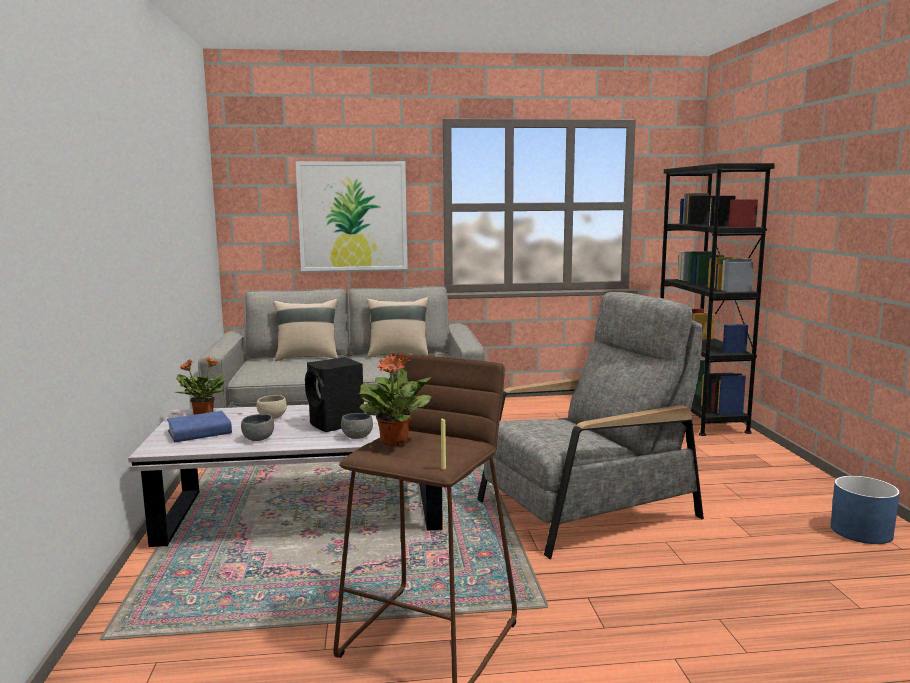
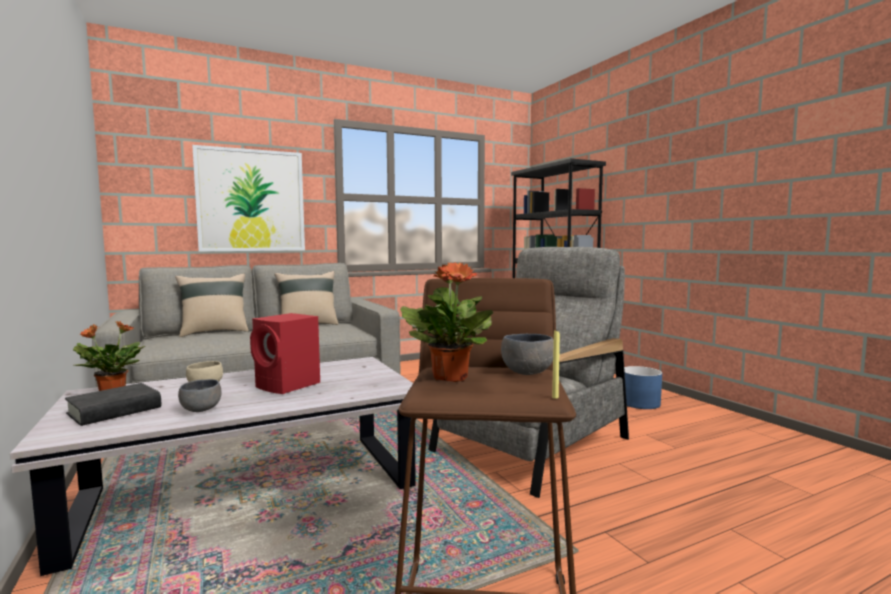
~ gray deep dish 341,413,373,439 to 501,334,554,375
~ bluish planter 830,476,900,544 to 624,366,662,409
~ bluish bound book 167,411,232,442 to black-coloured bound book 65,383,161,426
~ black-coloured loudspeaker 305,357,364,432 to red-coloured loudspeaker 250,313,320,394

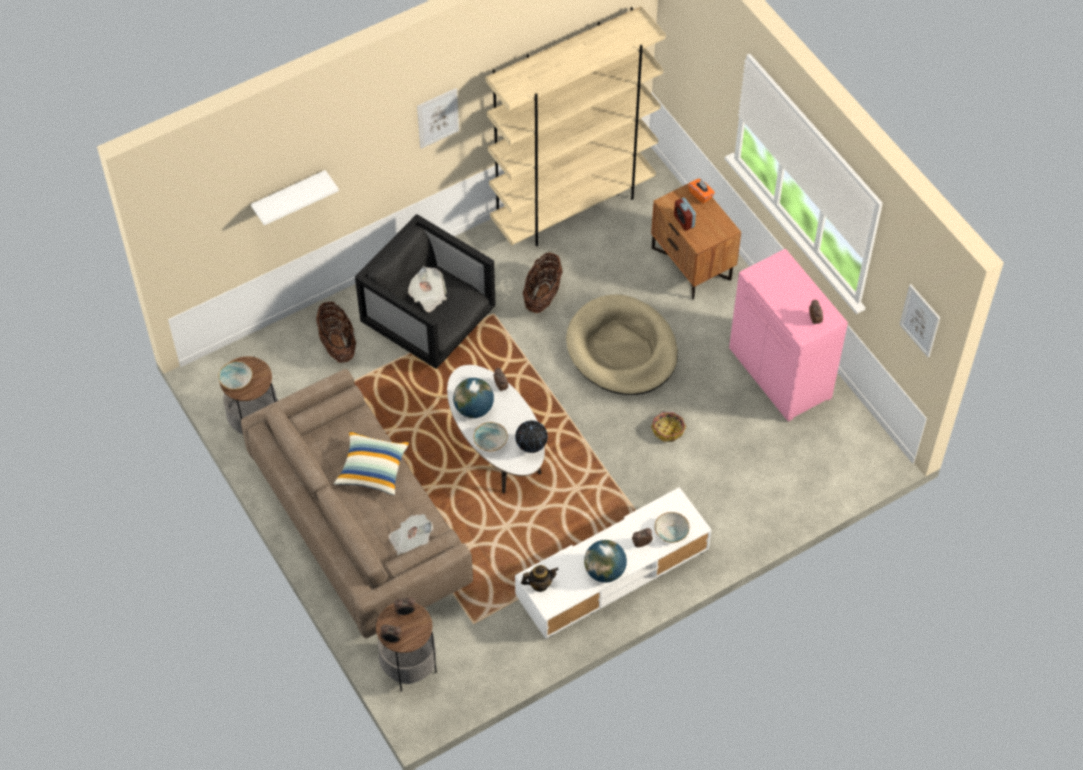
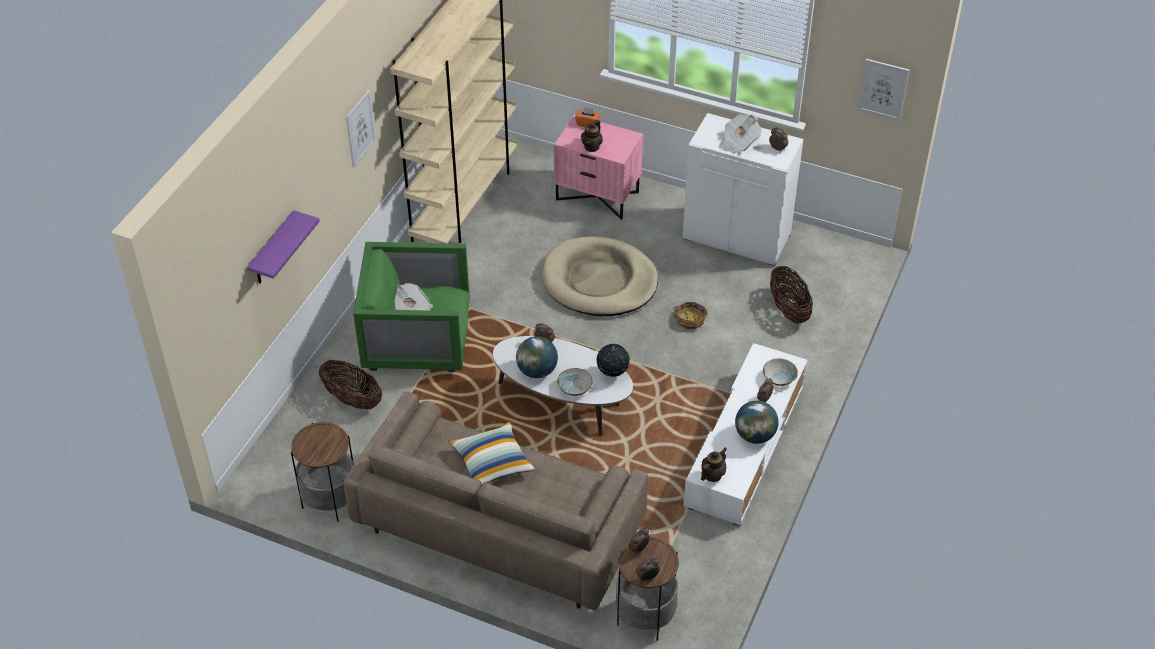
- deep dish 218,361,253,390
~ printed paper 388,514,433,555 to 719,114,762,155
~ storage basket 523,252,563,313 to 770,266,813,324
~ table clock 674,197,696,231 to pot for tea 581,120,603,152
~ whitish shelf 251,170,339,225 to purple shelf 247,210,320,284
~ black-coloured lounge chair 355,214,496,369 to greenish lounge chair 353,242,470,372
~ brown-coloured nightstand 651,183,741,300 to pink-coloured nightstand 554,115,643,220
~ pink-coloured storage cabinet 729,248,848,421 to whitish storage cabinet 683,113,803,266

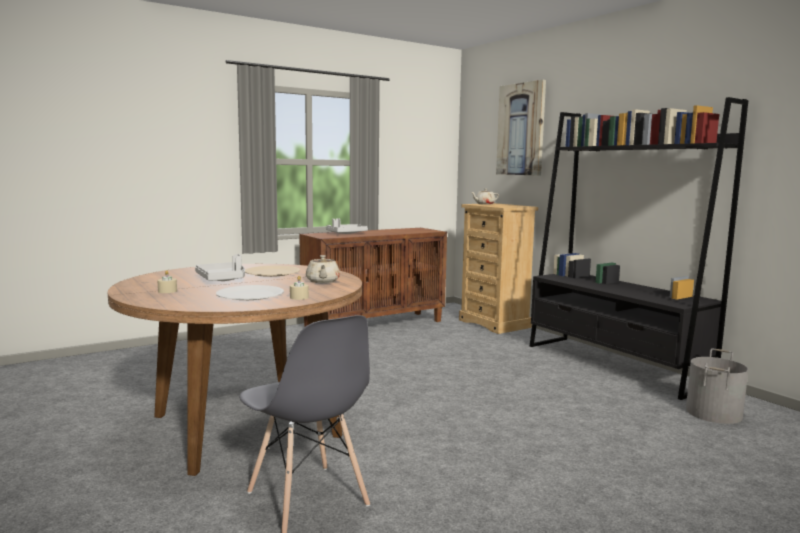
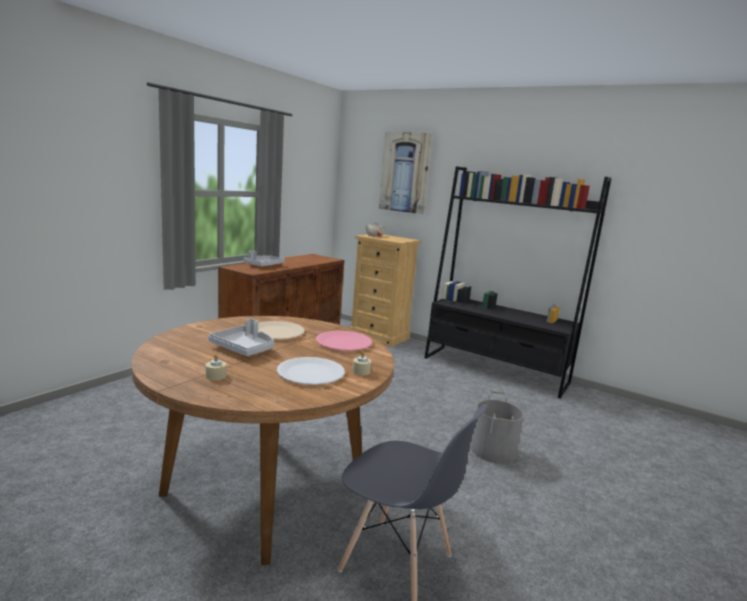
~ gray bucket 686,348,748,424 to 471,391,523,464
~ beige pot for tea 306,255,340,283 to pink-coloured dinner plate 316,331,372,351

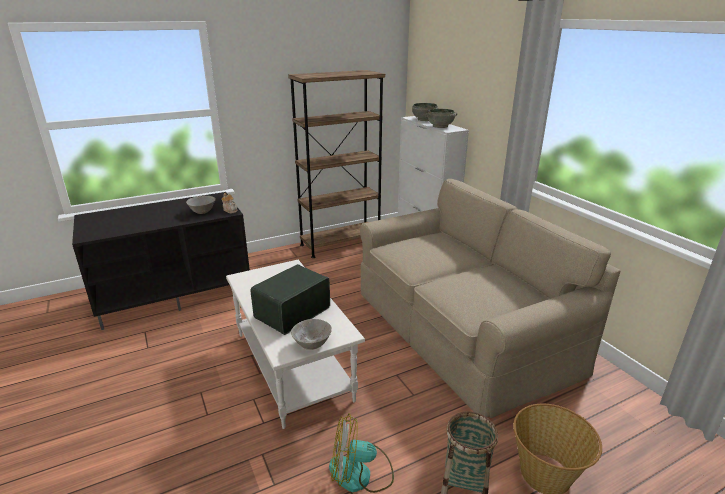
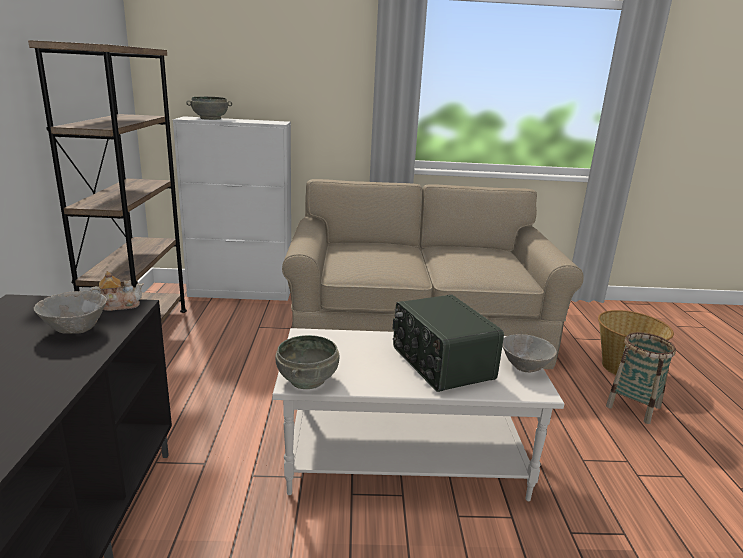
- electric fan 329,414,394,493
~ gray deep dish 425,109,457,128 to 276,335,339,389

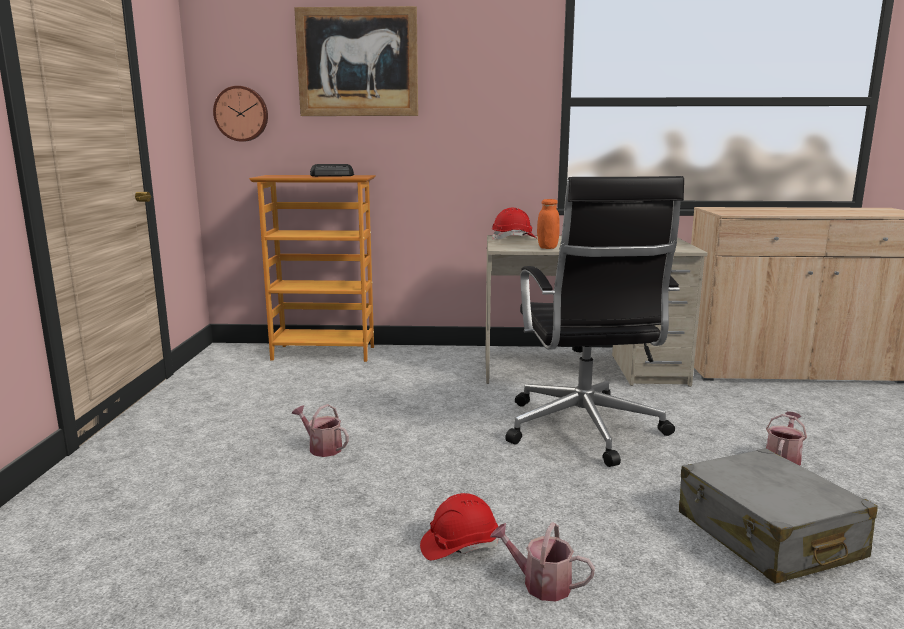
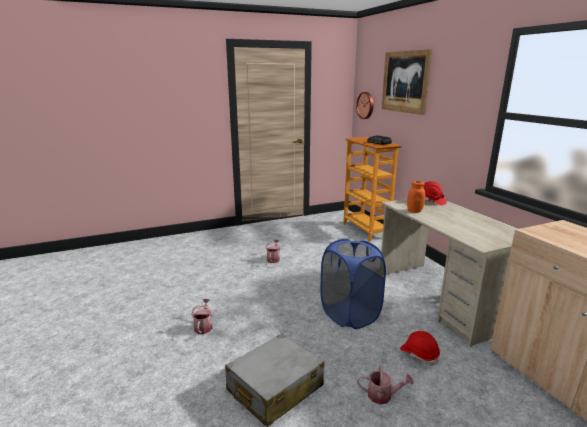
~ red-coloured work helmet 420,493,498,560 to 400,331,440,365
~ black-coloured desk chair 505,176,684,467 to bluish laundry basket 320,239,386,329

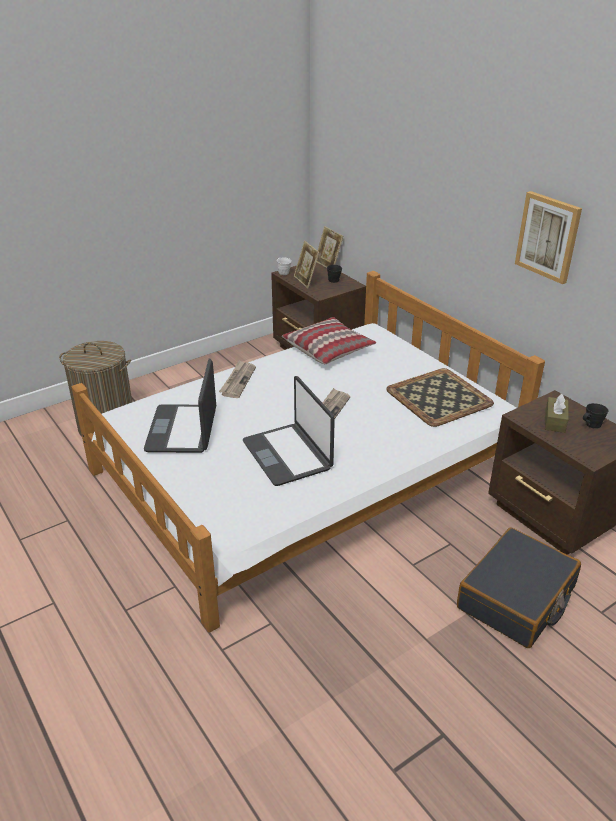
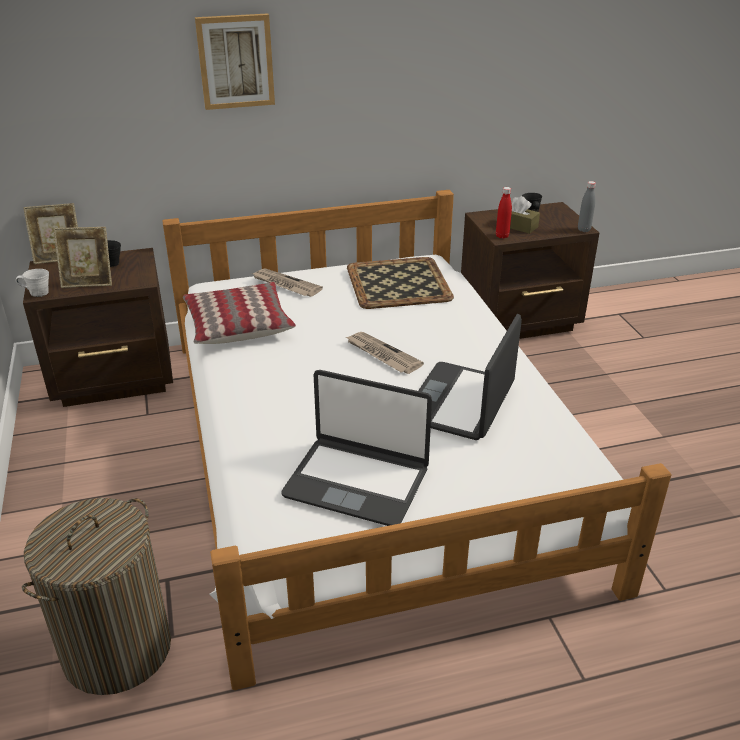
- black-coloured suitcase 457,527,581,648
+ red-coloured bottle 496,187,512,239
+ gray bottle 578,181,596,232
~ printed paper 219,360,256,398 to 252,268,323,297
~ wall art 515,191,582,284 to 195,13,275,110
~ notebook computer 243,376,335,486 = 418,314,522,440 120 degrees clockwise

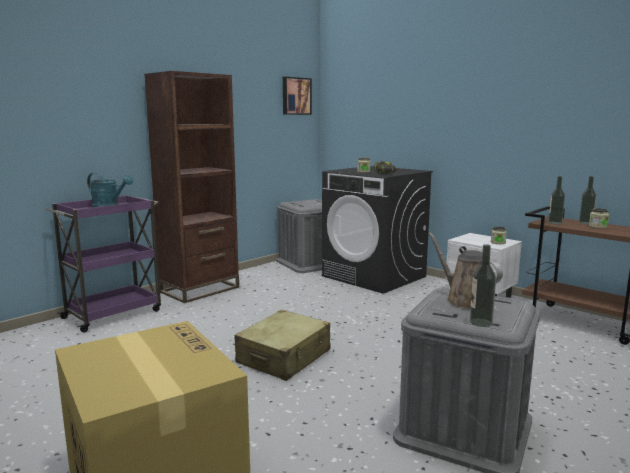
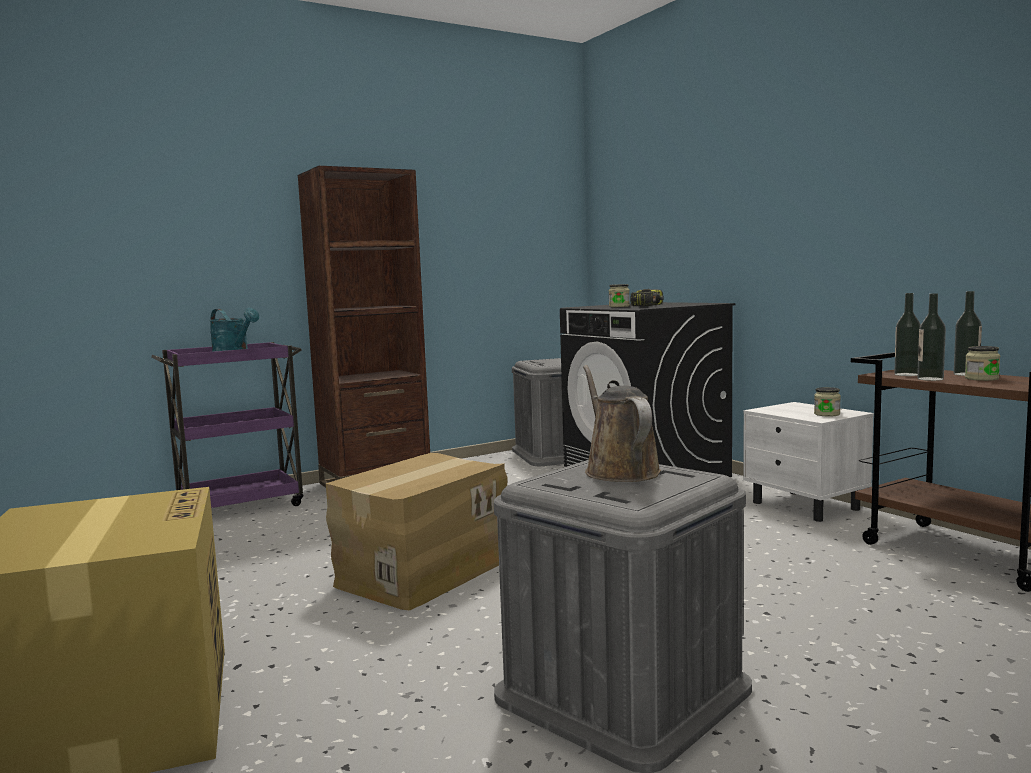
- wall art 283,77,312,115
~ bottle 470,244,496,327 to 918,293,946,381
~ beige suitcase 235,310,330,381 to packing box 326,453,507,611

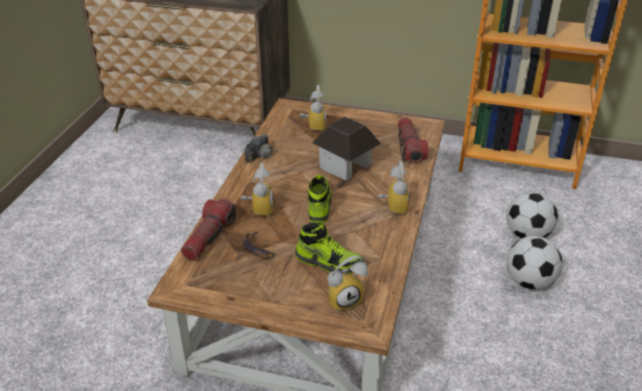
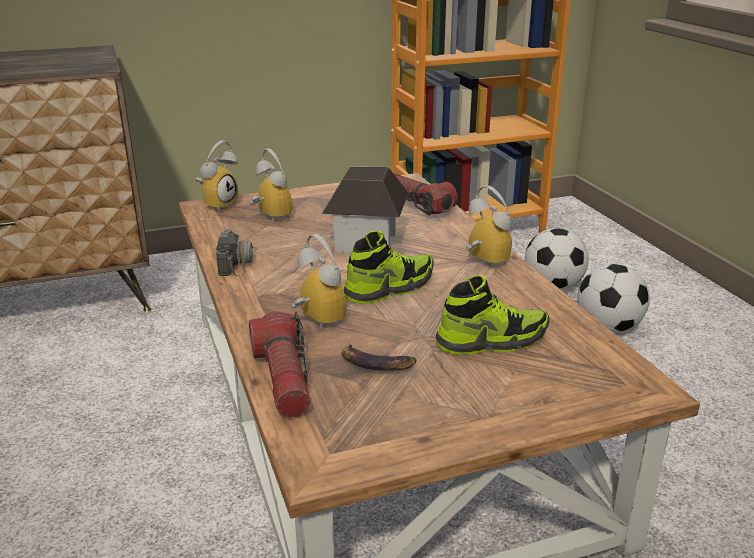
~ table clock 327,256,368,311 to 195,141,238,212
~ item of footwear 307,175,332,223 = 344,231,434,304 90 degrees clockwise

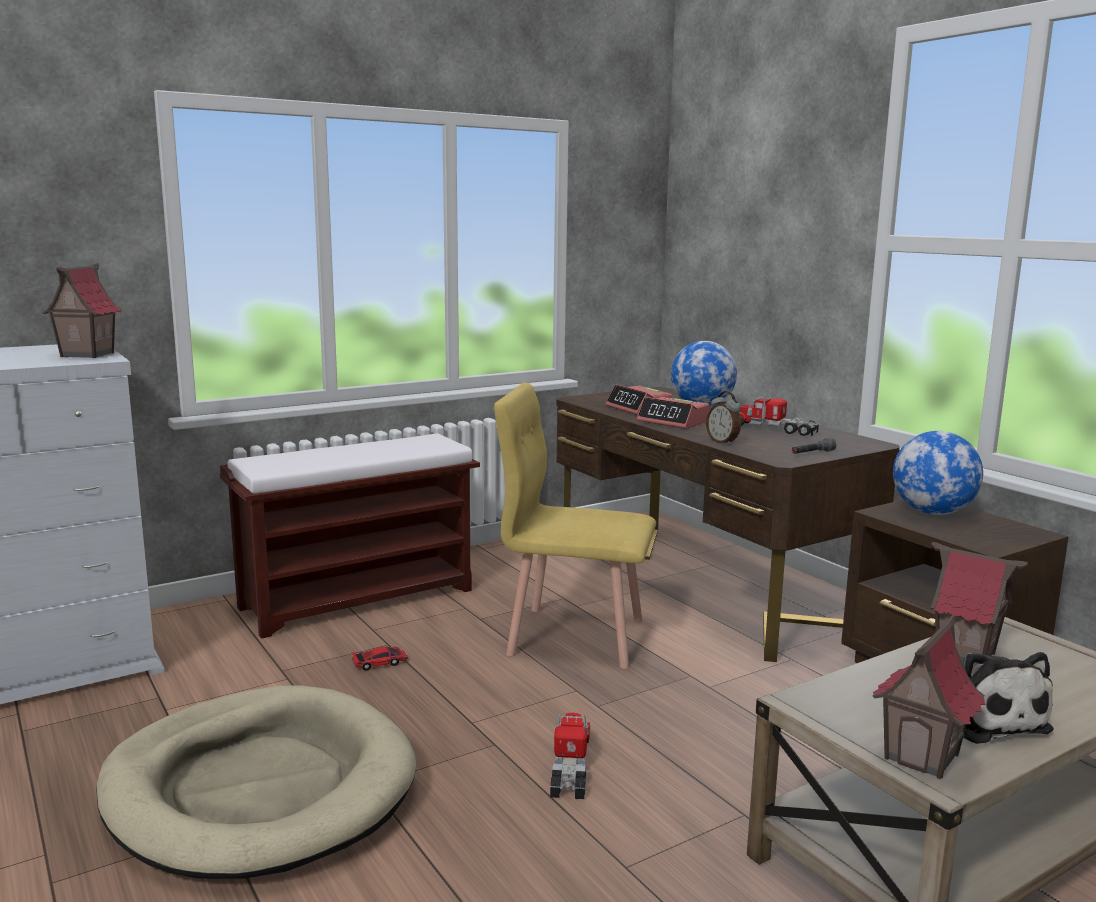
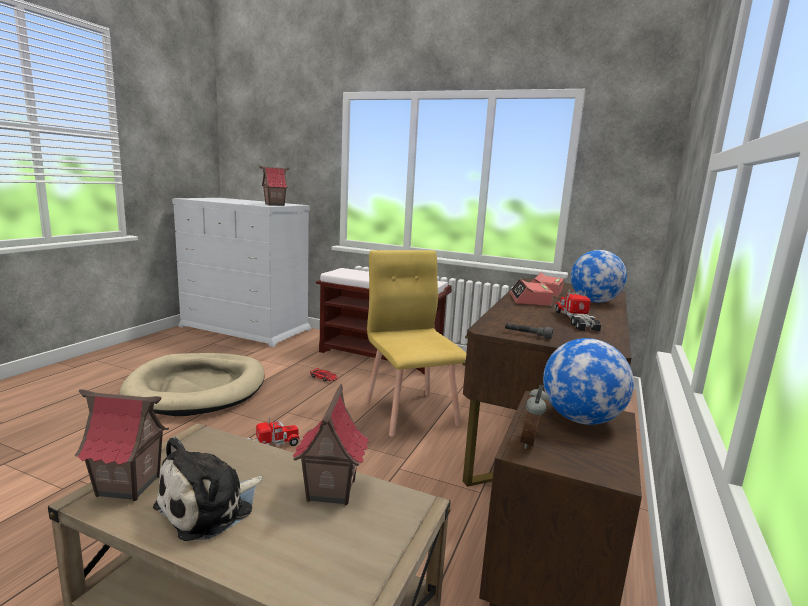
~ table clock 706,391,741,445 to 520,385,549,449

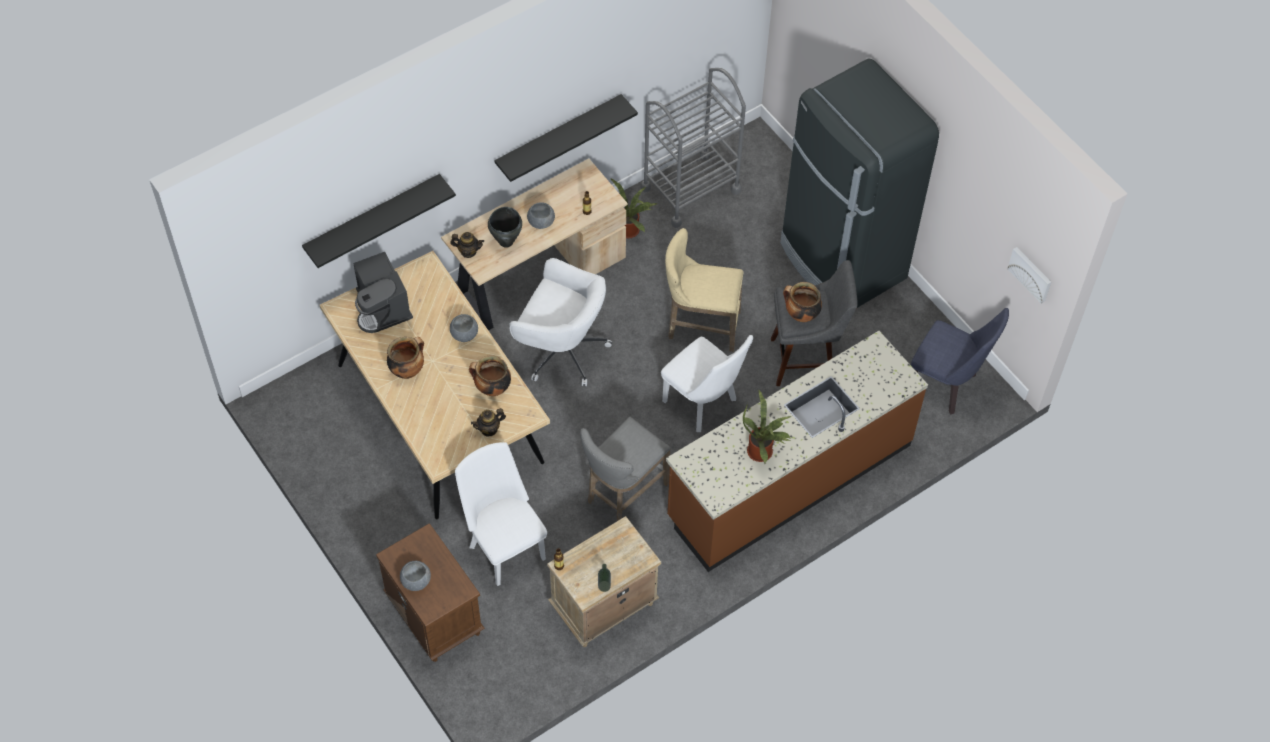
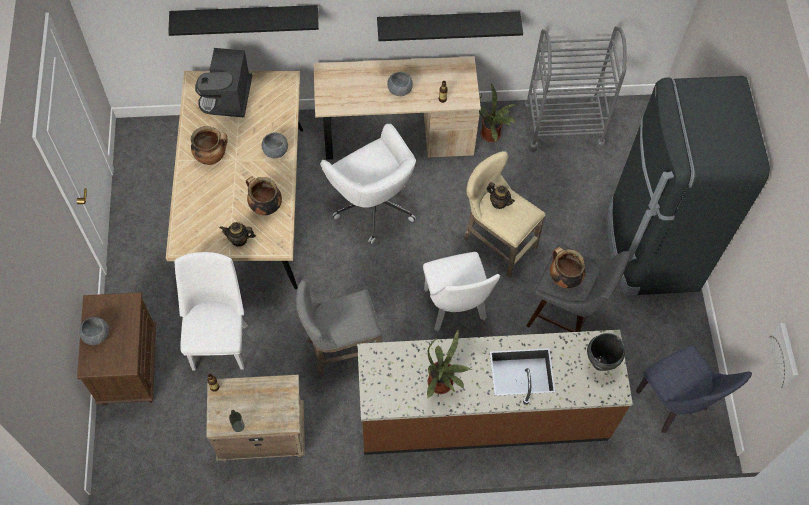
~ pot for tea 450,232,484,258 to 487,182,515,209
~ black-coloured cooking pot 488,207,522,248 to 587,333,625,371

